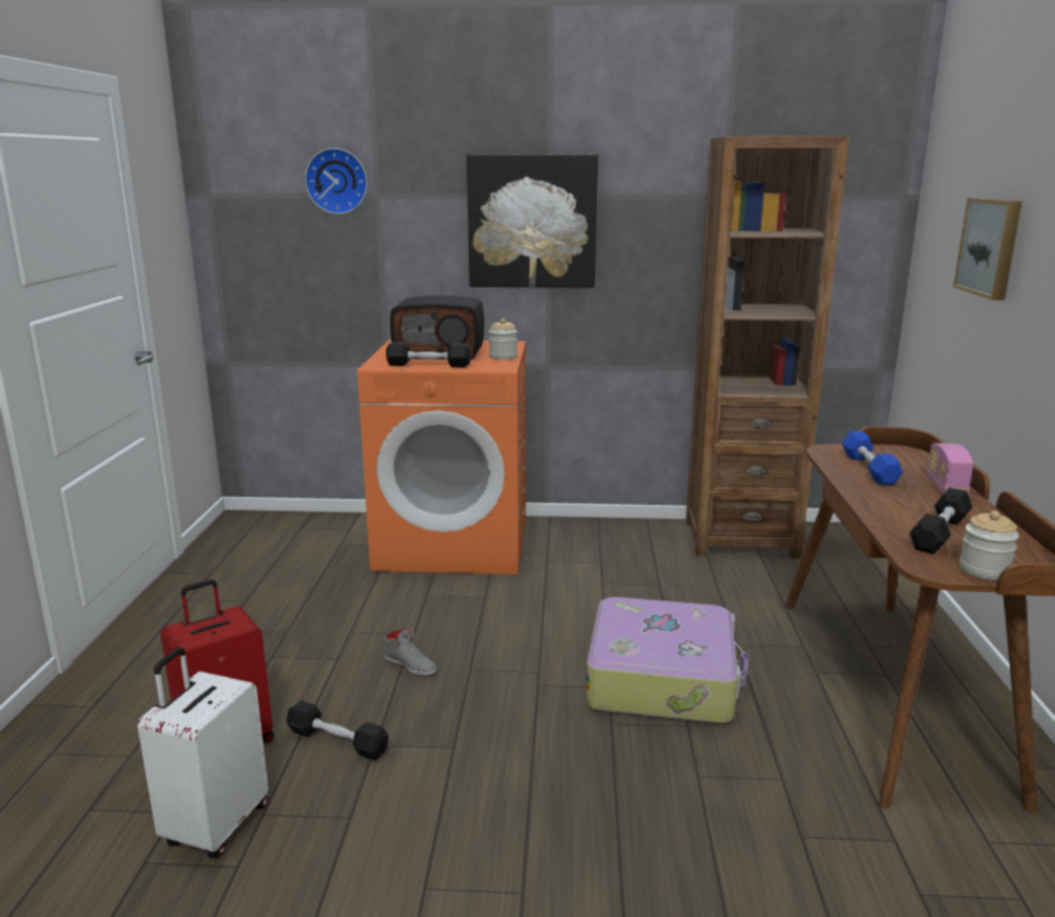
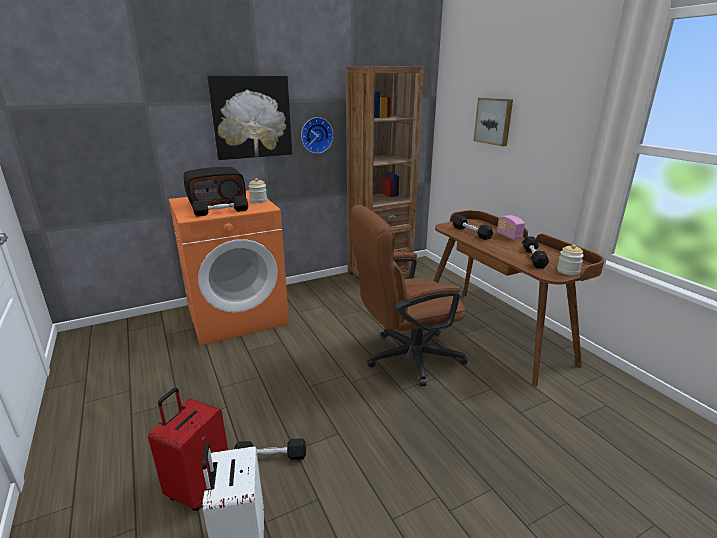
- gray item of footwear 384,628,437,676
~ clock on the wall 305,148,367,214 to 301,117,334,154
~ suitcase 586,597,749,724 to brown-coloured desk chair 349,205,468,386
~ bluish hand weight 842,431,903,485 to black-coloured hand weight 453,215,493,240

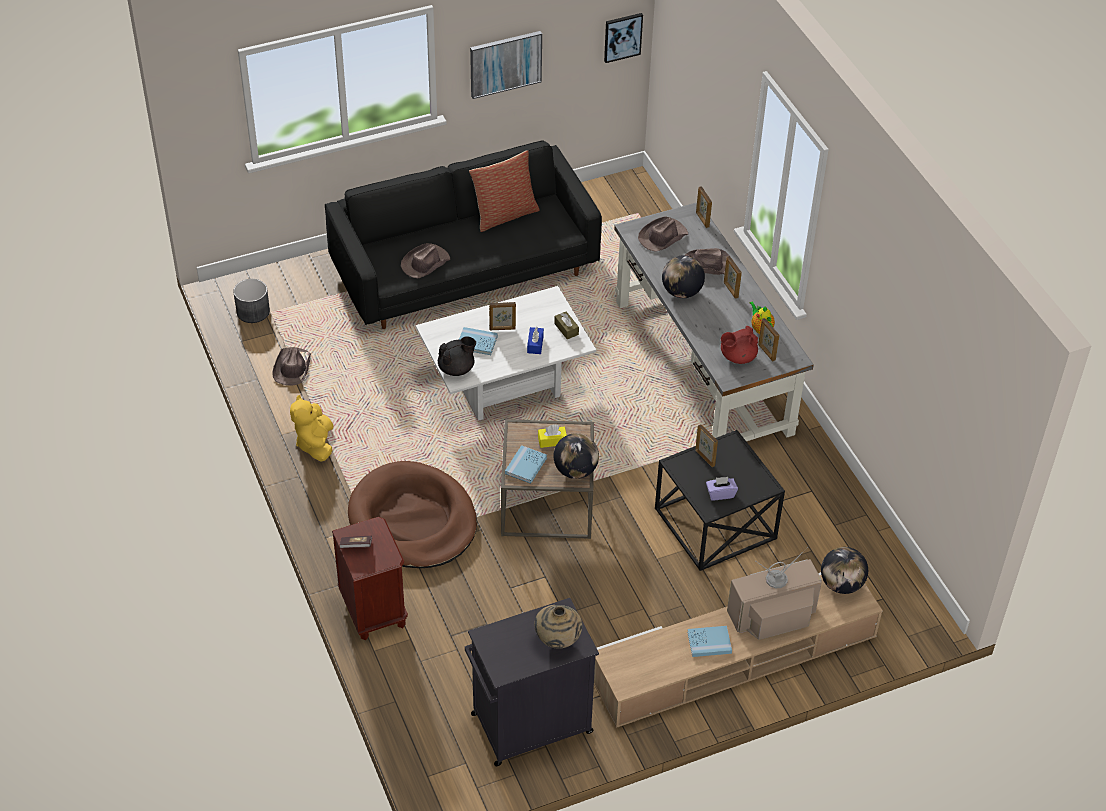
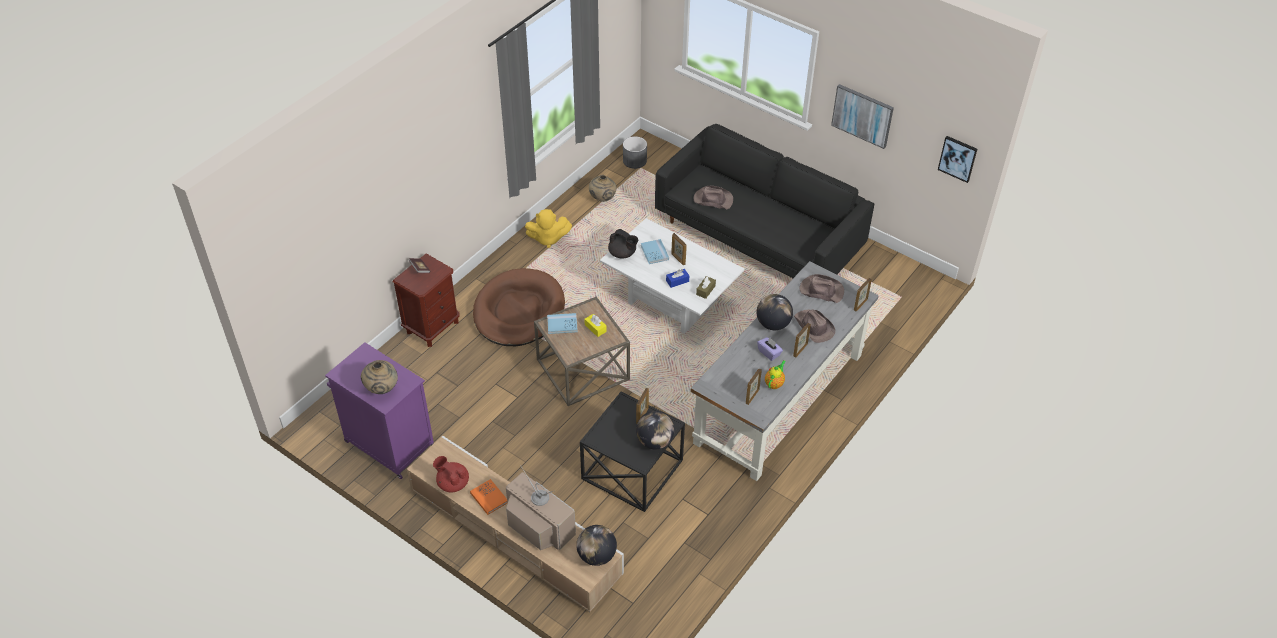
- cushion 469,150,540,232
~ globe 554,433,599,479 to 636,411,675,449
~ purple tissue holder 706,477,738,501 to 757,337,783,361
~ red-coloured pot for tea 721,326,758,364 to 433,456,469,493
~ brown-coloured wearable hat 273,347,311,386 to beige vase 589,175,617,202
~ black-coloured storage cabinet 465,598,599,766 to purple storage cabinet 325,342,434,479
~ bluish bound book 687,626,732,657 to orange-coloured bound book 470,479,507,515
~ yellow-coloured soft toy 290,395,334,462 = 525,209,572,248 150 degrees counterclockwise

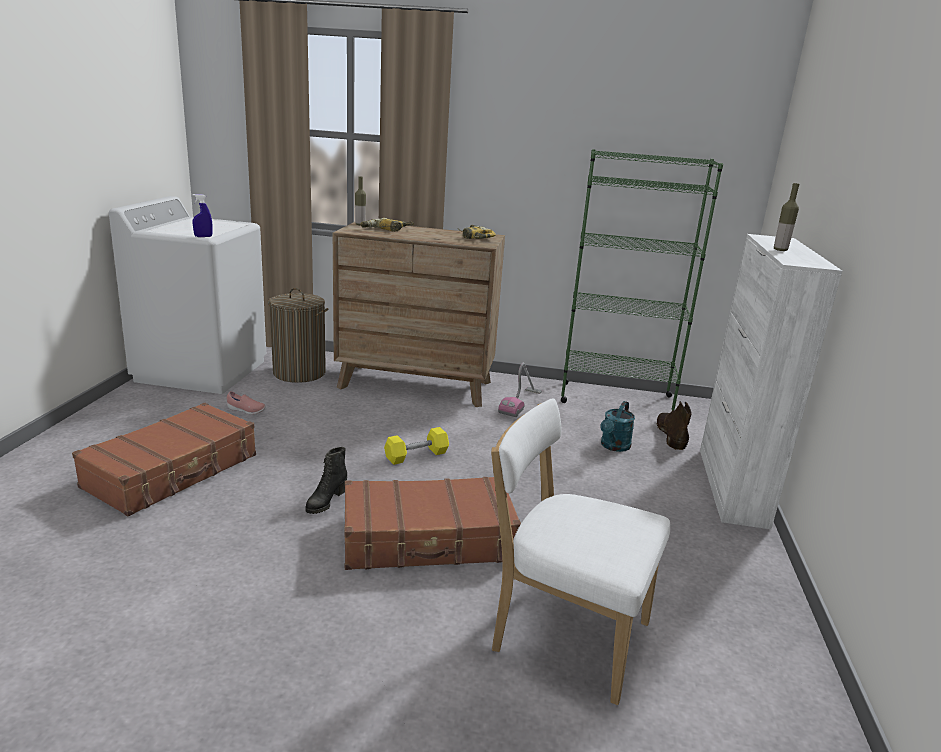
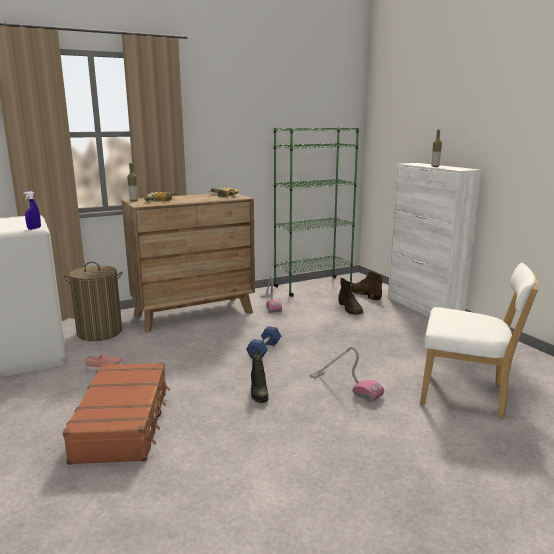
~ brown-coloured suitcase 344,477,521,570 to vacuum cleaner 310,346,384,402
~ turquoise-coloured sprinkling can 600,401,635,452 to brown-coloured boot 338,278,363,315
~ yellow-coloured hand weight 384,427,449,465 to bluish hand weight 246,326,281,358
~ whitish chair 491,398,670,705 = 420,263,538,418 150 degrees counterclockwise

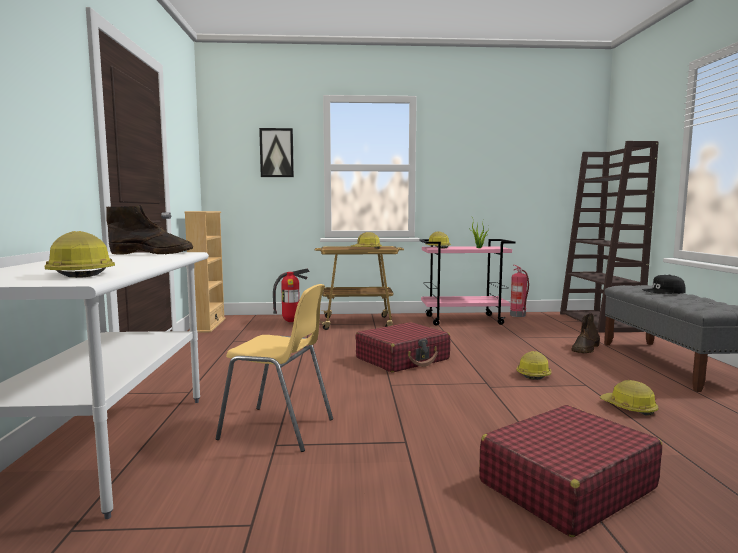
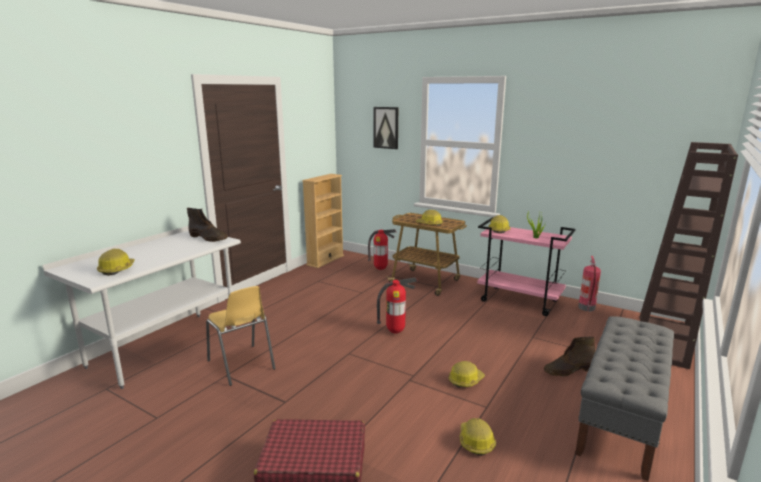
- black-coloured baseball cap 642,275,686,294
~ red-coloured suitcase 355,322,450,372 to extinguisher 377,277,418,333

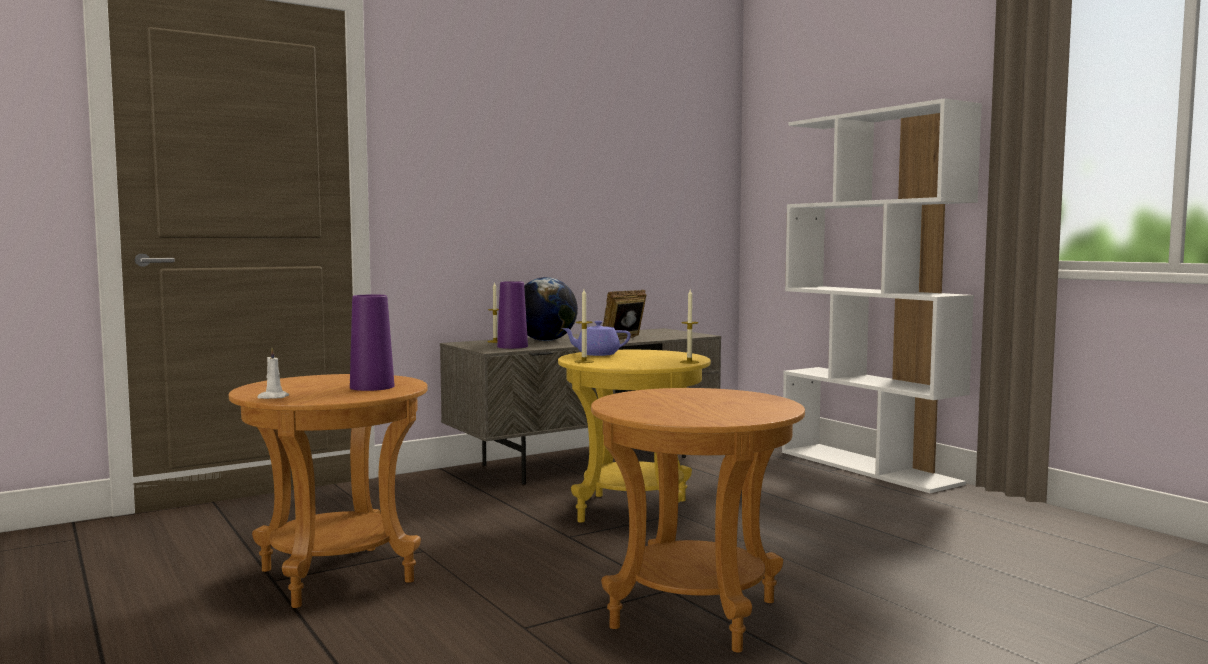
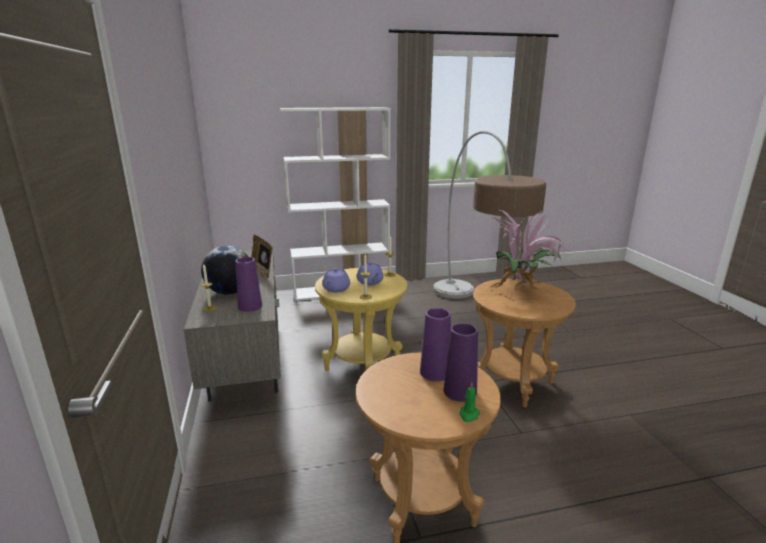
+ purple pot for tea 357,262,384,285
+ floor lamp 433,131,546,299
+ purple vase 444,323,478,402
+ houseplant 485,210,565,292
~ whitish candle 257,348,289,399 to greenish candle 459,382,480,422

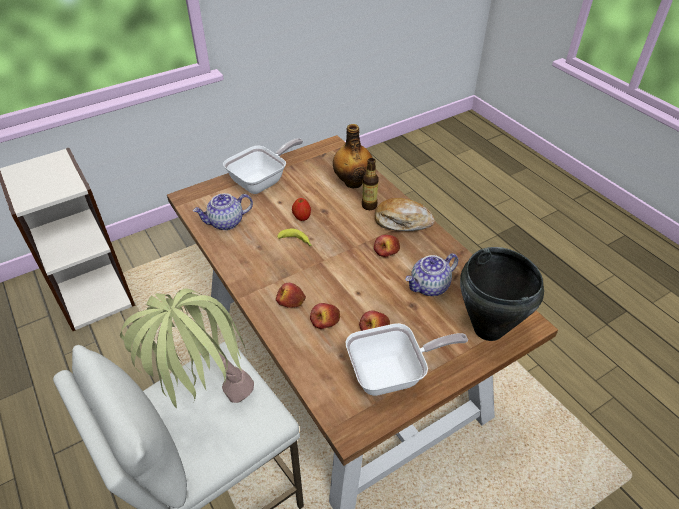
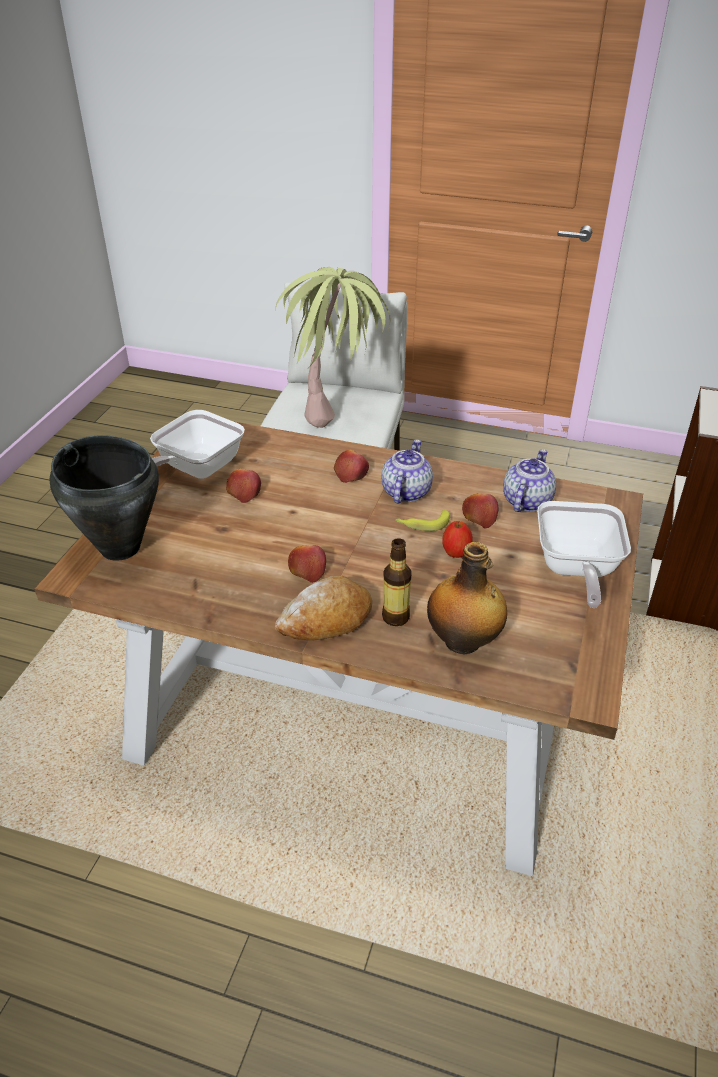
~ apple 310,303,340,329 to 462,493,498,529
~ pot for tea 405,253,458,296 to 382,440,433,503

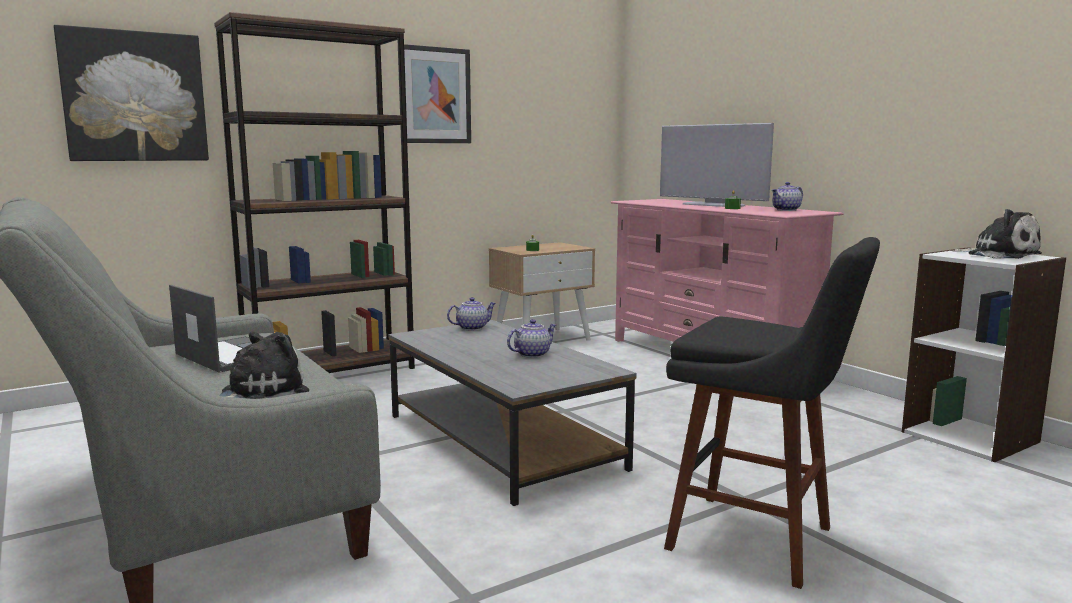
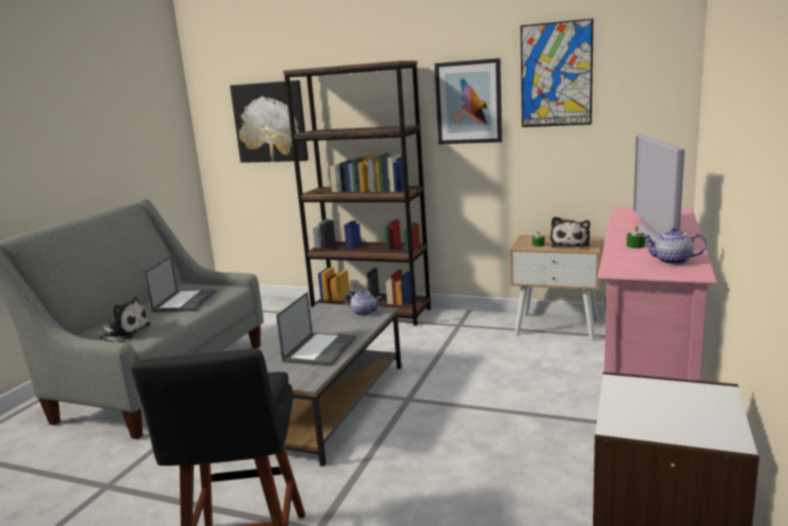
+ wall art 520,19,593,127
~ soft toy 952,209,1042,259 to 550,217,590,248
~ pot for tea 507,319,556,358 to notebook computer 276,292,357,366

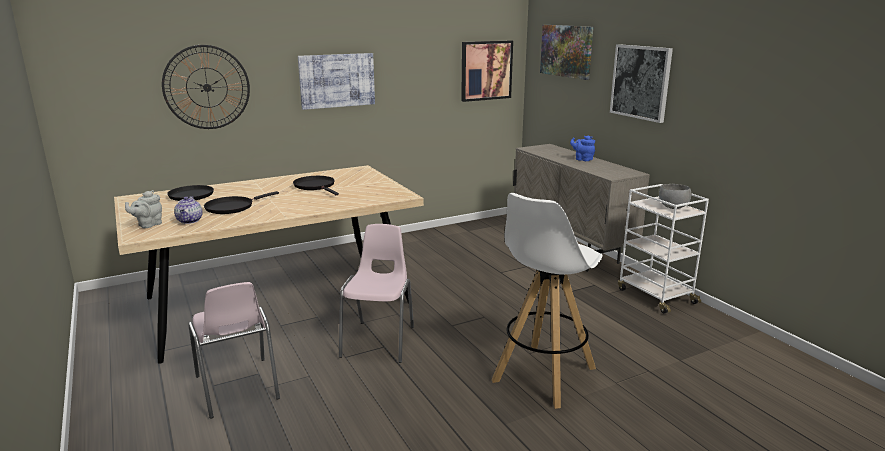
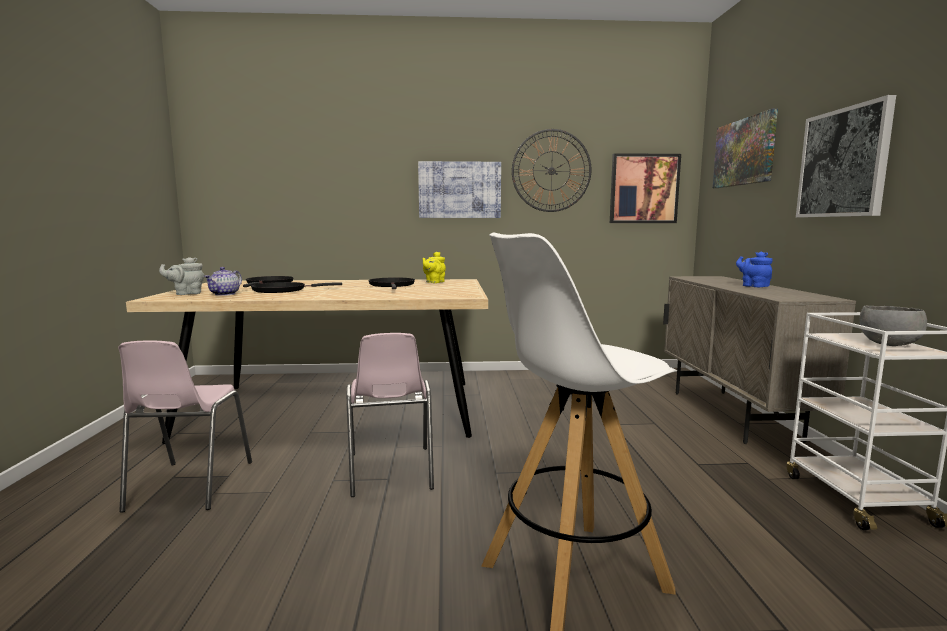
+ yellow-coloured pot for tea 423,252,446,283
~ clock on the wall 162,45,250,129 to 512,129,591,212
~ pink-coloured chair 339,224,414,363 = 346,333,434,497 135 degrees clockwise

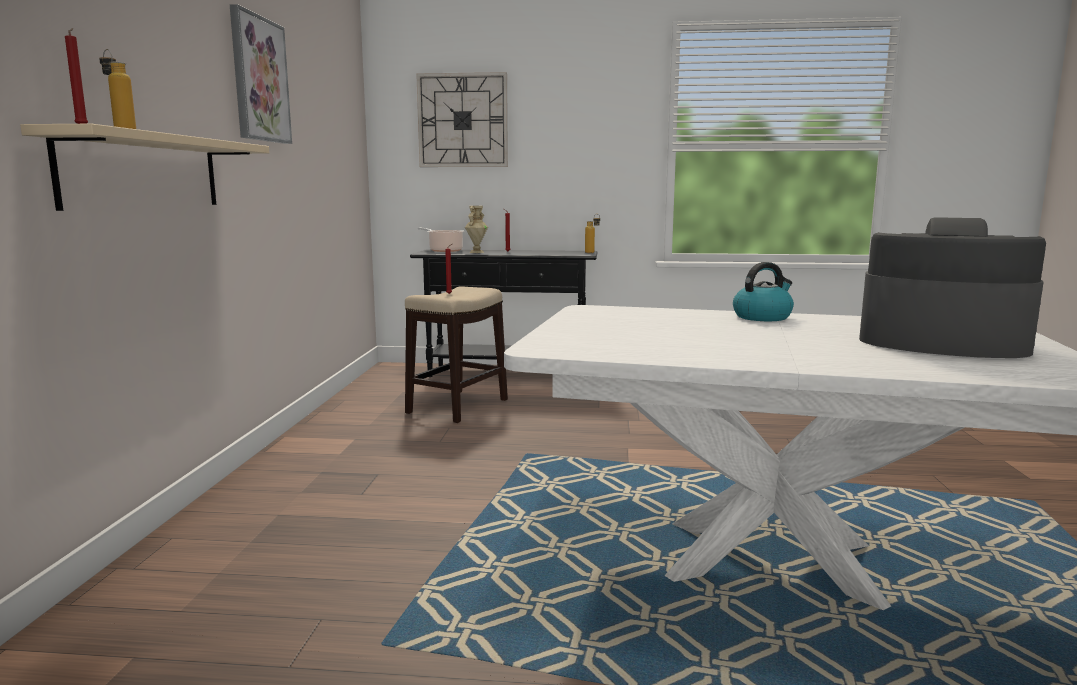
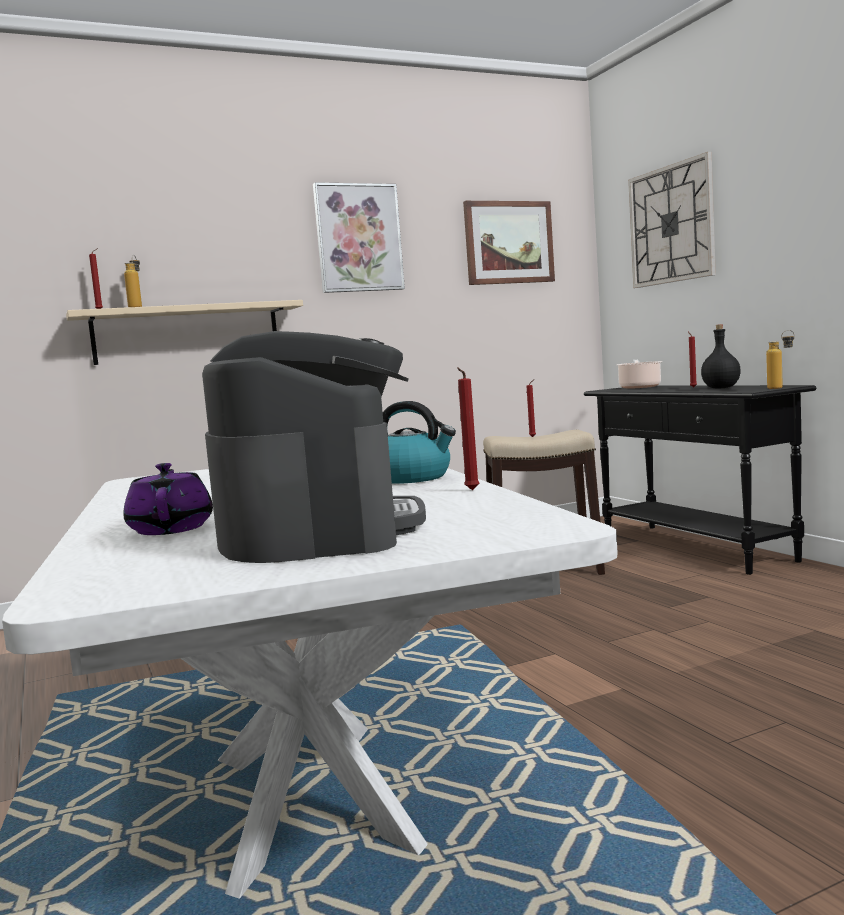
- beige vase 465,206,488,253
+ purple pot for tea 123,463,213,535
+ red-coloured candle 457,367,479,490
+ wall art 463,201,555,285
+ black-coloured bottle 701,324,741,388

